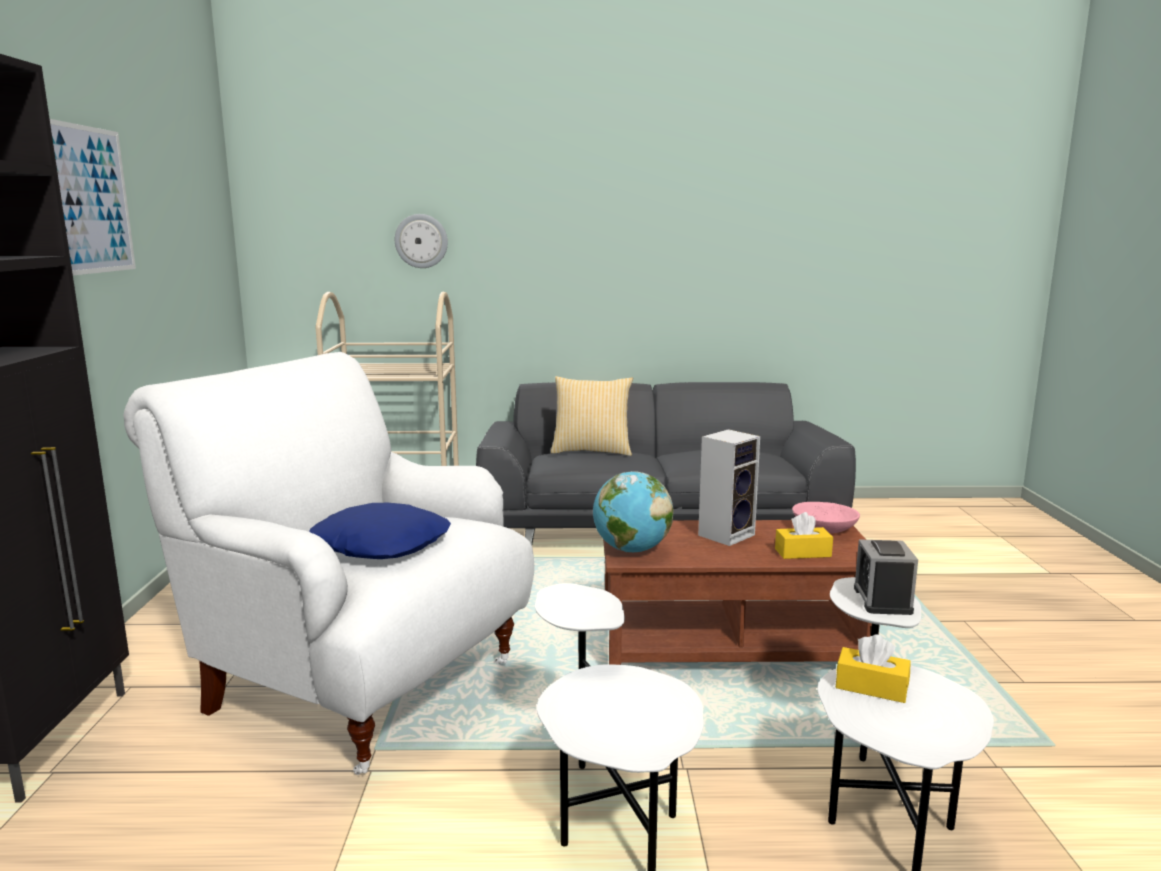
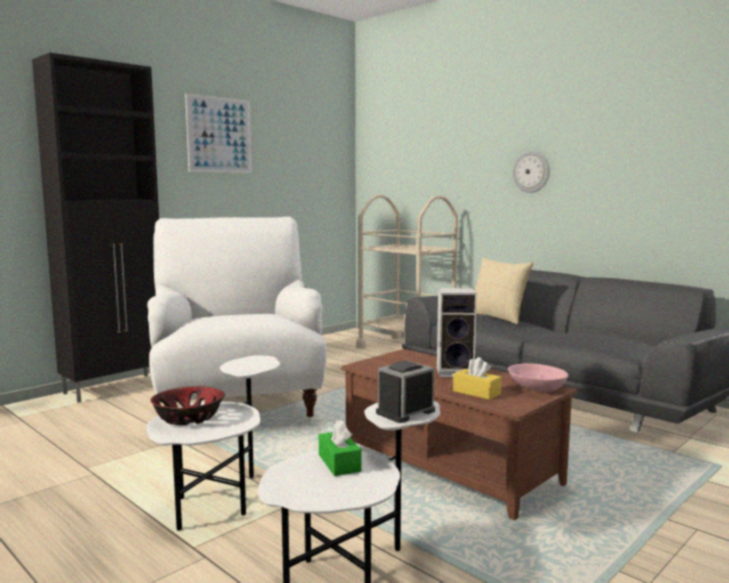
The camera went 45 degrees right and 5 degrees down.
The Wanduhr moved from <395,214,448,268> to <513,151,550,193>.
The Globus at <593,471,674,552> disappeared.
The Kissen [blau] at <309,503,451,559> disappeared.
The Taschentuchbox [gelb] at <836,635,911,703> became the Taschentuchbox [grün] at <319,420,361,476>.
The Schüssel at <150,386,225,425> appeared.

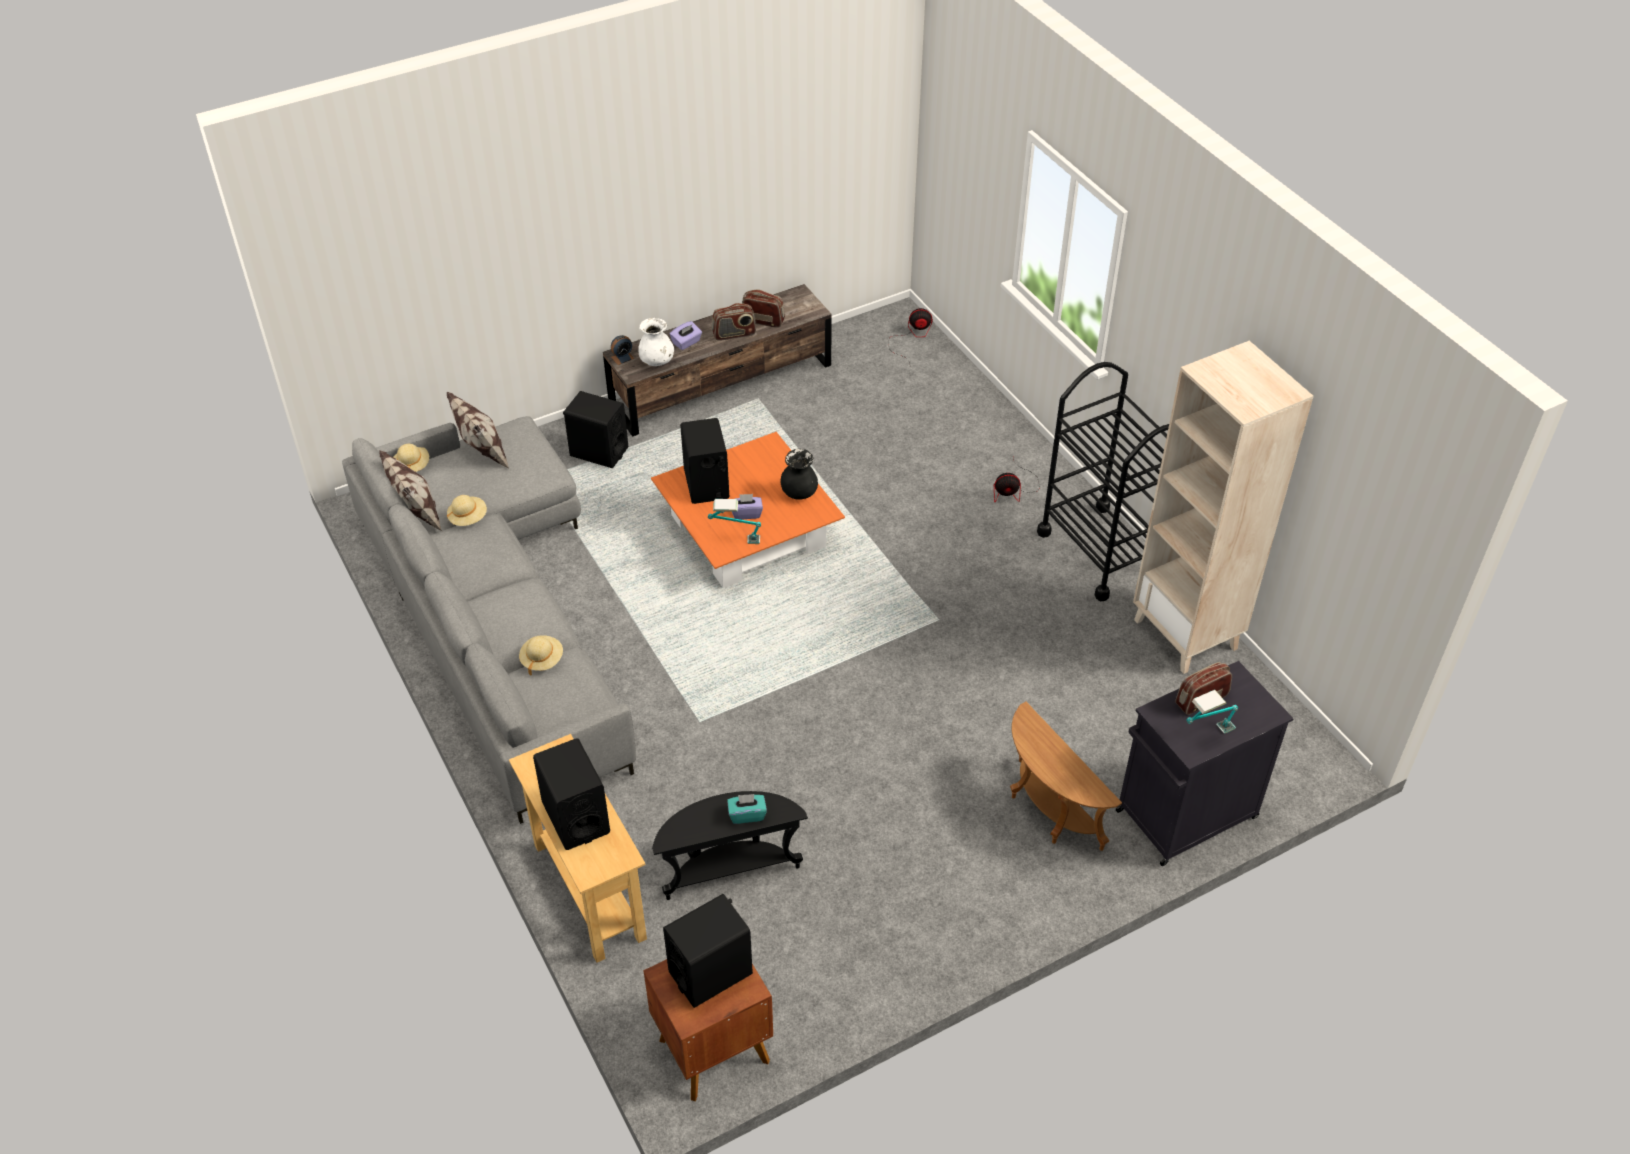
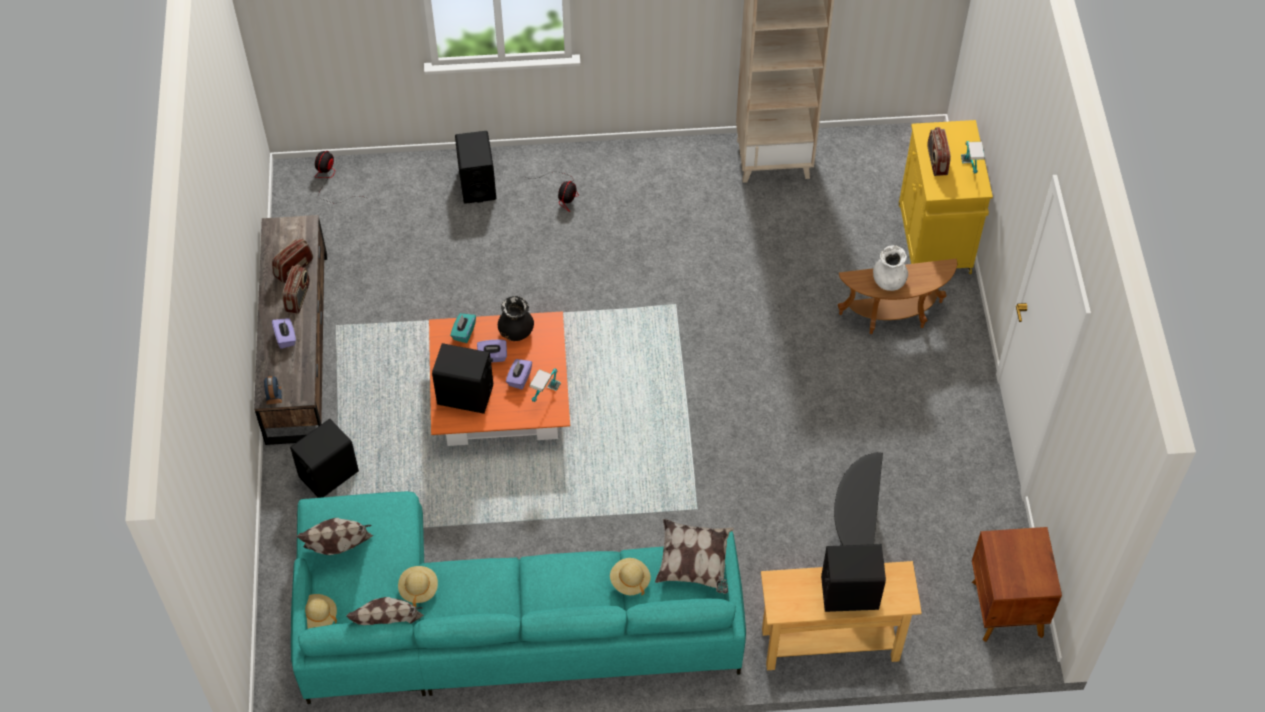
The camera went 65 degrees left and 10 degrees up.
The Vase [weiß] moved from <639,318,674,366> to <873,245,908,291>.
The Rollwagen [schwarz] at <1037,362,1169,602> disappeared.
The Sofa [grau] at <342,416,636,824> became the Sofa [türkis] at <291,491,746,704>.
The Schrank [schwarz] at <1116,661,1294,866> became the Schrank [gelb] at <899,120,993,274>.
The Taschentuchbox [türkis] moved from <727,794,767,824> to <450,313,476,343>.
The Lautsprecher [schwarz] moved from <663,894,753,1008> to <455,131,496,204>.
The Taschentuchbox [lila] at <477,340,507,363> appeared.
The Kissen at <655,519,734,594> appeared.

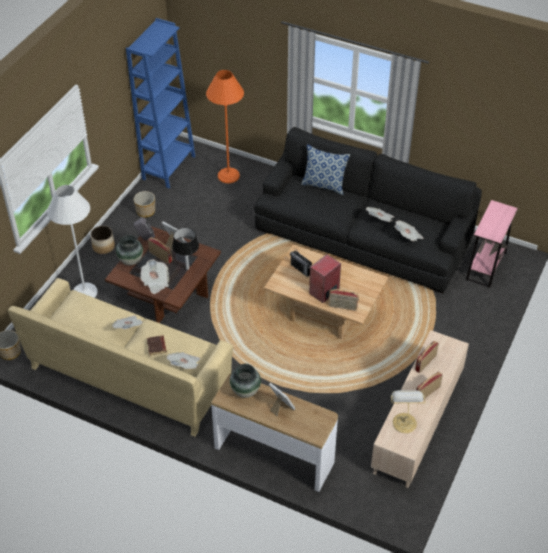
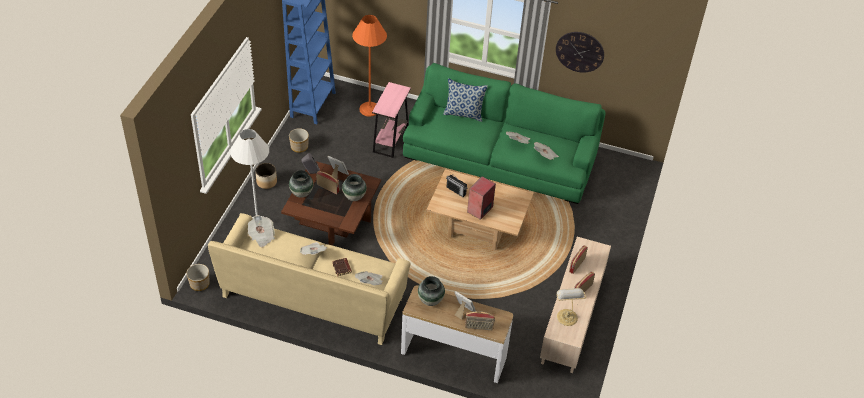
The camera went 10 degrees left and 0 degrees up.
The Sofa [schwarz] at <254,127,482,293> became the Sofa [grün] at <403,63,605,204>.
The Beistelltisch [rosa] moved from <466,200,518,288> to <372,82,411,158>.
The Tischlampe [schwarz] at <172,228,199,270> was replaced by the Vase at <342,174,367,201>.
The Zeitung moved from <140,259,169,294> to <248,215,275,247>.
The Radio moved from <328,289,359,311> to <465,311,495,330>.
The Wanduhr at <556,32,604,73> appeared.

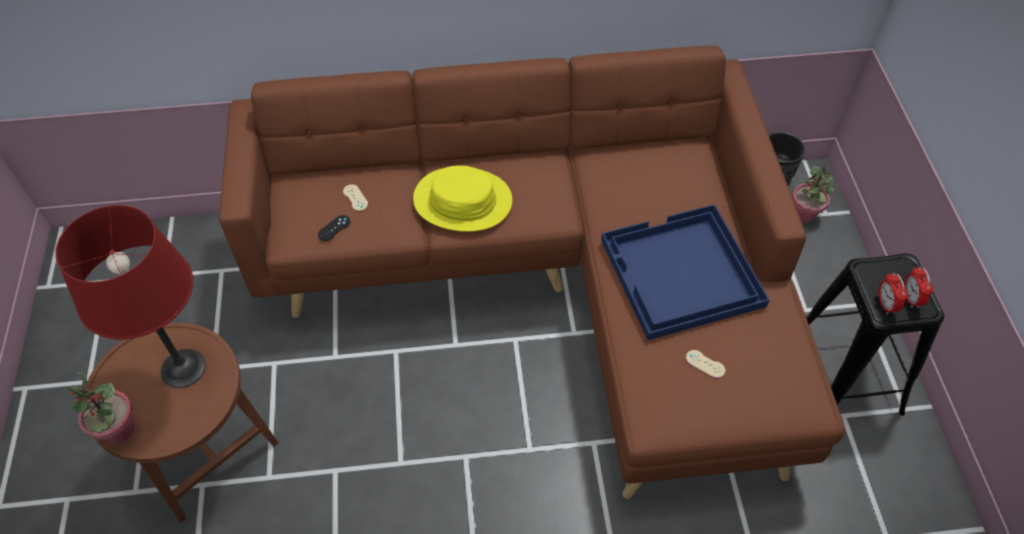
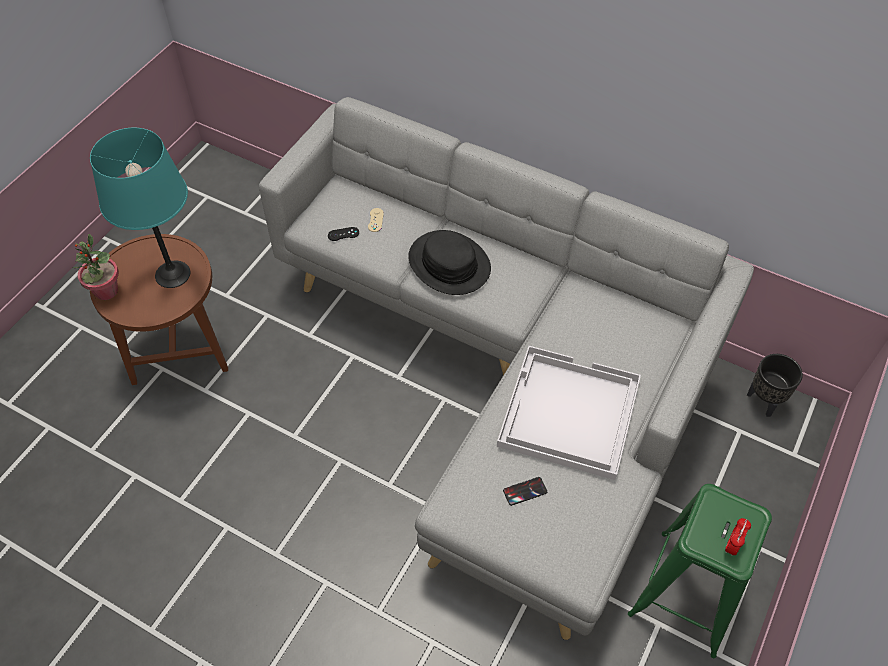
The camera went 35 degrees right and 0 degrees up.
The Sofa [braun] at <219,46,845,499> became the Sofa [grau] at <259,97,754,640>.
The Hut [gelb] at <413,165,512,232> became the Hut [schwarz] at <408,230,491,295>.
The Topfpflanze at <792,166,834,223> disappeared.
The Tablett [blau] at <601,204,770,340> became the Tablett [weiß] at <497,346,641,480>.
The Tischlampe [rot] at <55,205,206,388> became the Tischlampe [türkis] at <90,128,190,288>.
The Hocker [schwarz] at <806,253,944,416> became the Hocker [grün] at <628,484,772,658>.
The Wecker at <878,273,908,314> disappeared.
The Gamepad [beige] at <686,350,725,378> was replaced by the Handy at <503,477,547,506>.

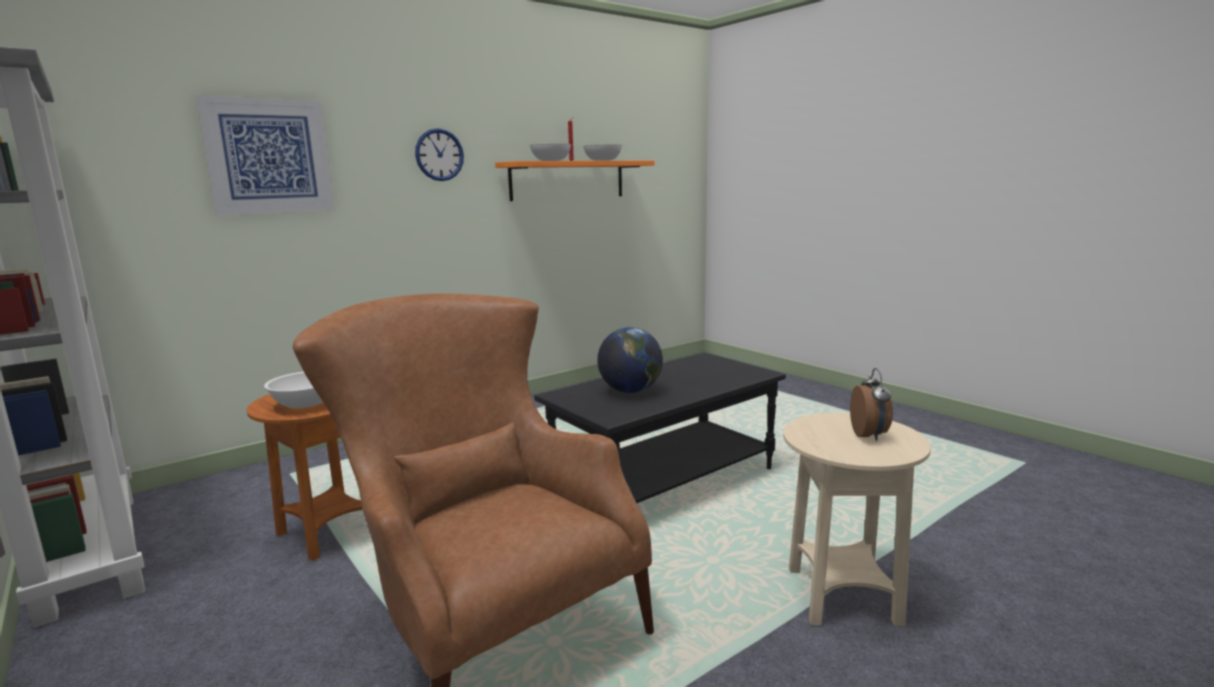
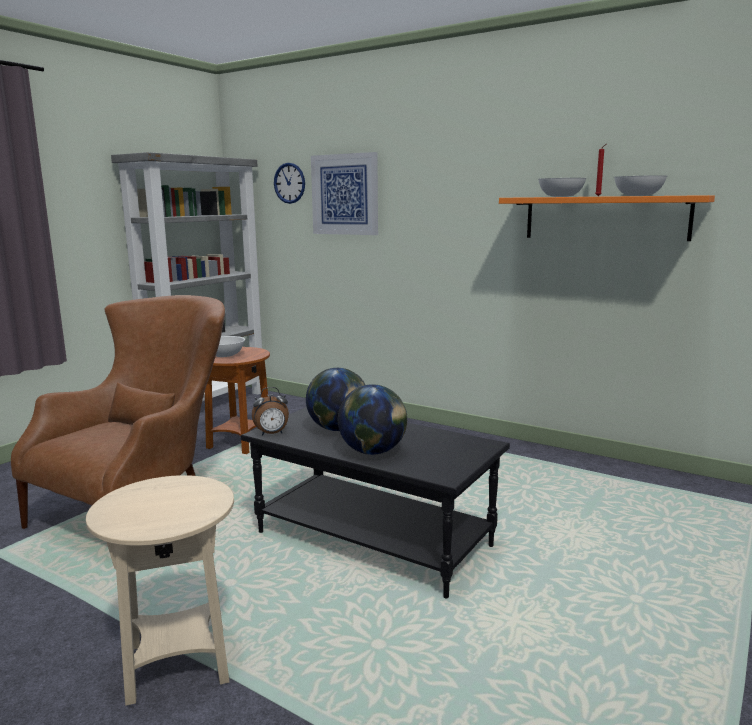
The camera went 70 degrees right and 0 degrees up.
The Wanduhr moved from <415,128,464,181> to <274,163,305,204>.
The Wecker moved from <850,368,893,441> to <252,387,289,436>.
The Globus at <338,384,407,455> appeared.

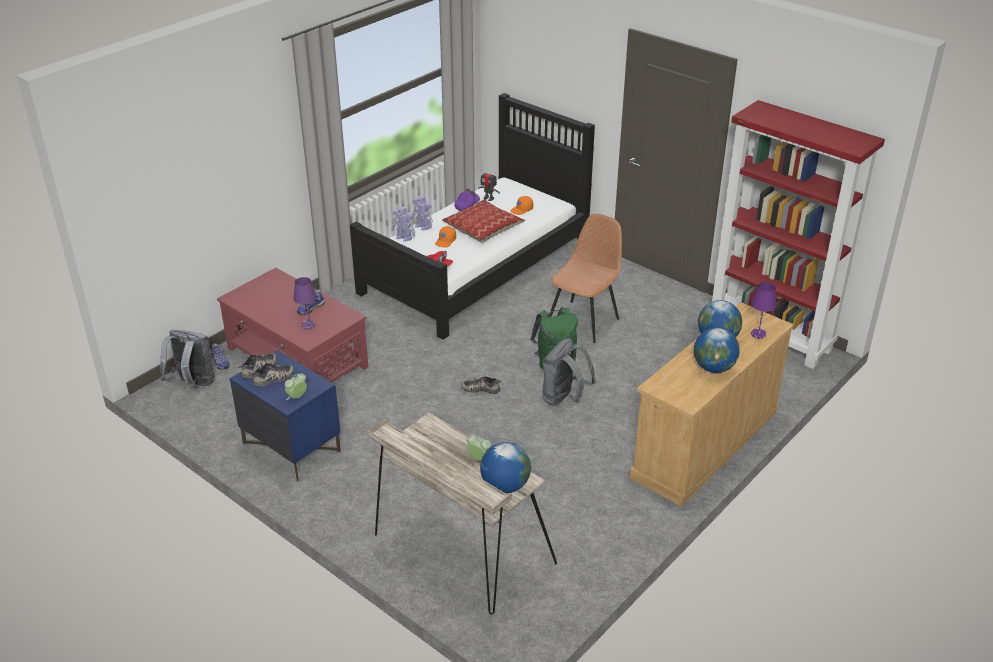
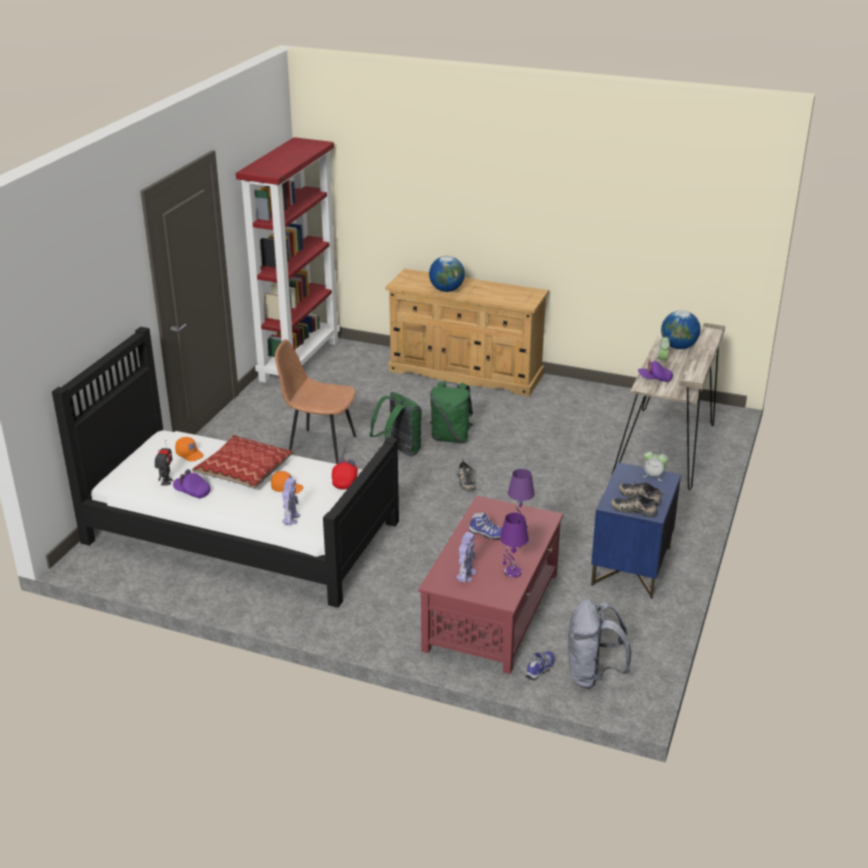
The camera went 110 degrees left and 5 degrees down.
The Spielzeugroboter moved from <412,195,433,231> to <456,532,476,582>.
The Tischlampe [lila] moved from <751,282,776,339> to <500,513,528,578>.
The Globus at <694,328,740,373> disappeared.
The Rucksack [grau] at <542,338,596,406> became the Rucksack [grün] at <430,382,474,443>.
The Kappe [lila] at <638,359,673,382> appeared.

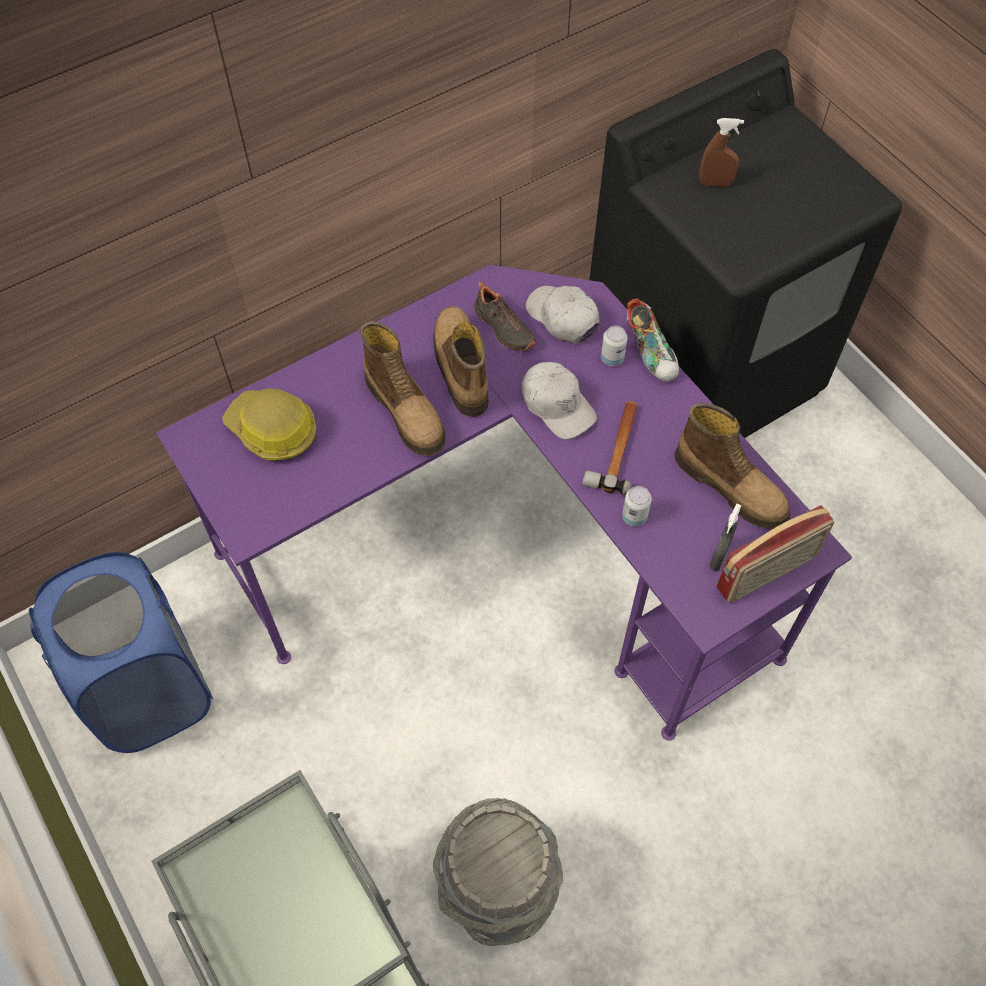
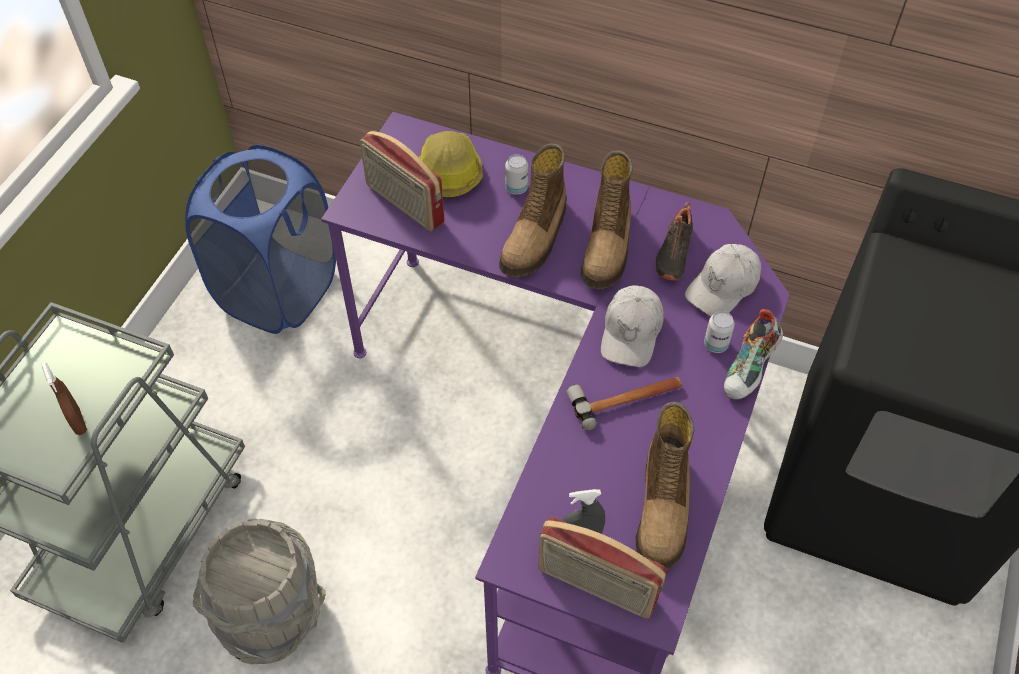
The camera went 55 degrees right and 5 degrees down.
The Sprühflasche [braun] moved from <699,118,744,187> to <42,362,87,435>.
The Kappe [weiß] at <526,286,599,344> turned 150 degrees counterclockwise.
The Stiefel at <433,306,489,417> turned 150 degrees clockwise.
The Dose moved from <622,486,652,527> to <505,154,528,195>.
The Radio at <360,130,445,232> appeared.

